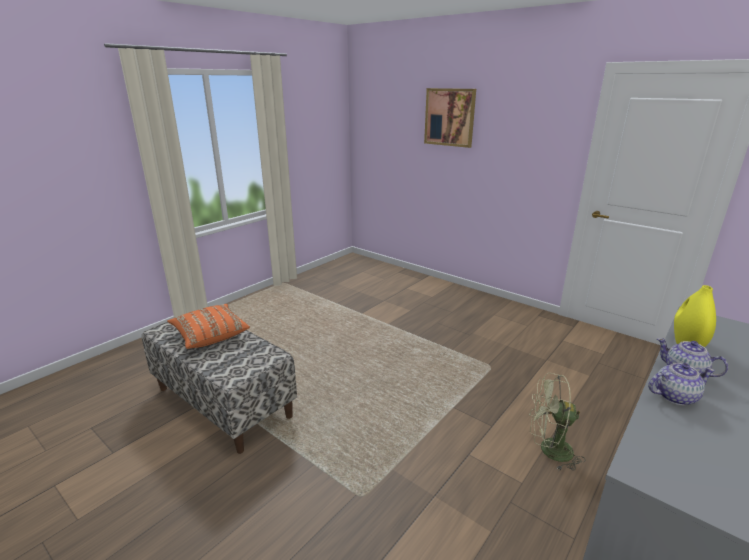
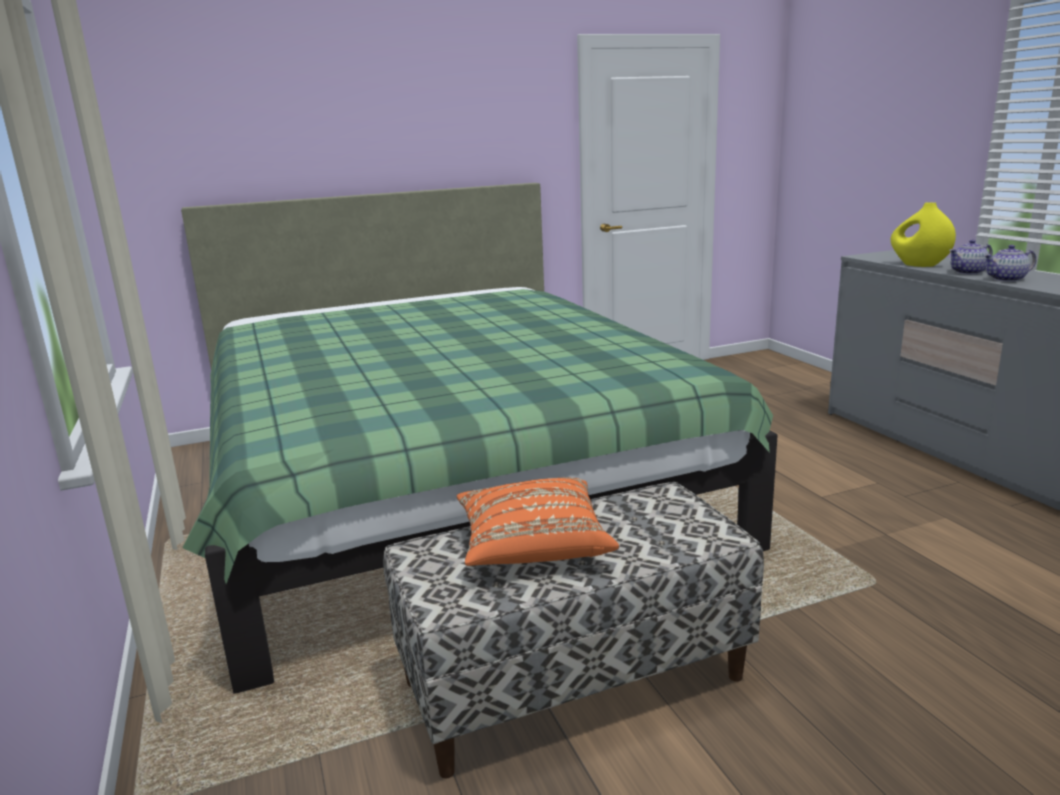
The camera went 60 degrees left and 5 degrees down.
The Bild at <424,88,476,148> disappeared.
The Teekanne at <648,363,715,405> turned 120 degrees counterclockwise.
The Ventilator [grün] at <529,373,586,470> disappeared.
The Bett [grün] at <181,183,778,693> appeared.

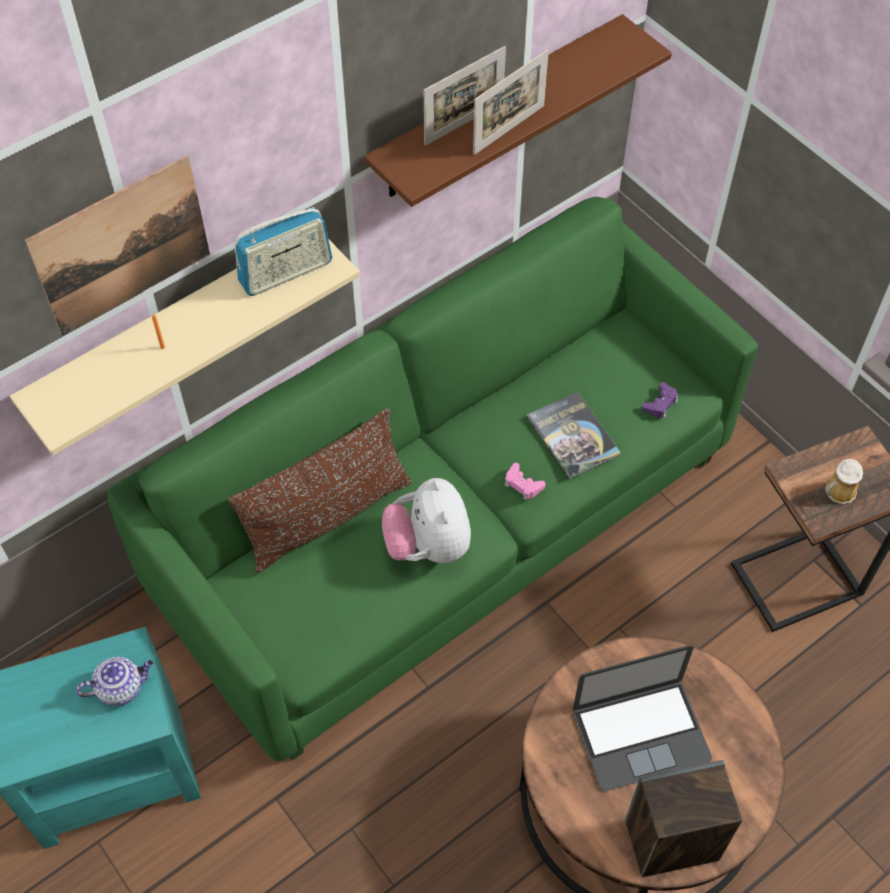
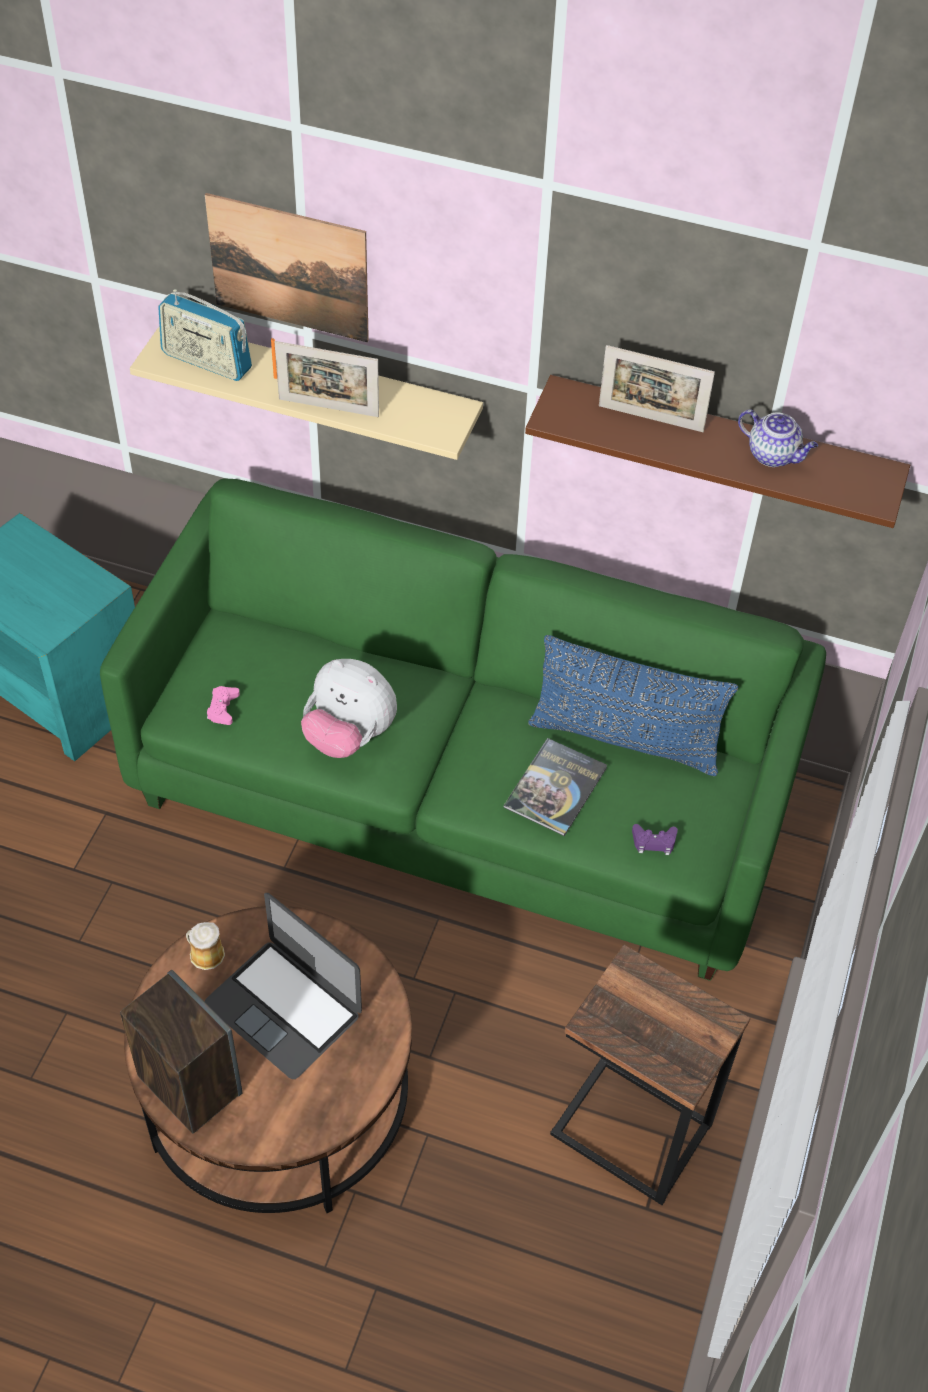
The camera went 55 degrees right and 5 degrees down.
The Bilderrahmen moved from <473,49,549,155> to <275,341,379,417>.
The Radio moved from <234,207,332,296> to <158,289,252,381>.
The Kissen [braun] at <228,408,412,573> disappeared.
The Henkelbecher moved from <825,459,863,504> to <186,922,225,970>.
The Gamepad [rosa] moved from <505,463,545,500> to <207,686,240,725>.
The Plüschtier at <382,478,471,563> turned 105 degrees counterclockwise.
The Teekanne moved from <76,657,153,706> to <738,409,818,467>.
The Kissen [blau] at <528,635,738,776> appeared.

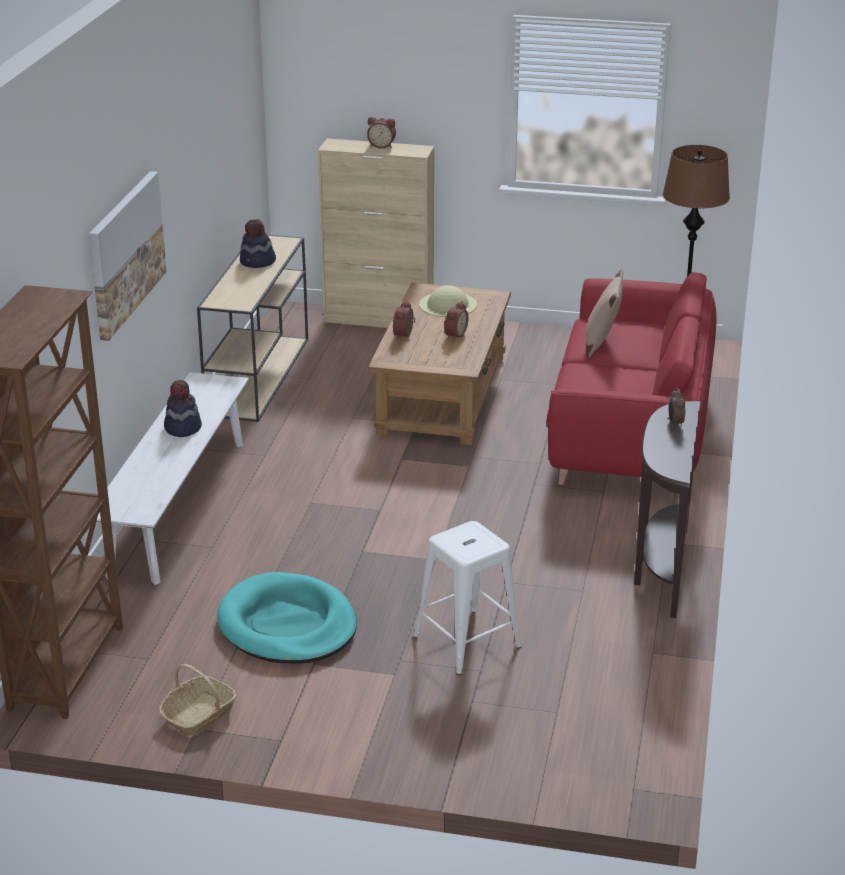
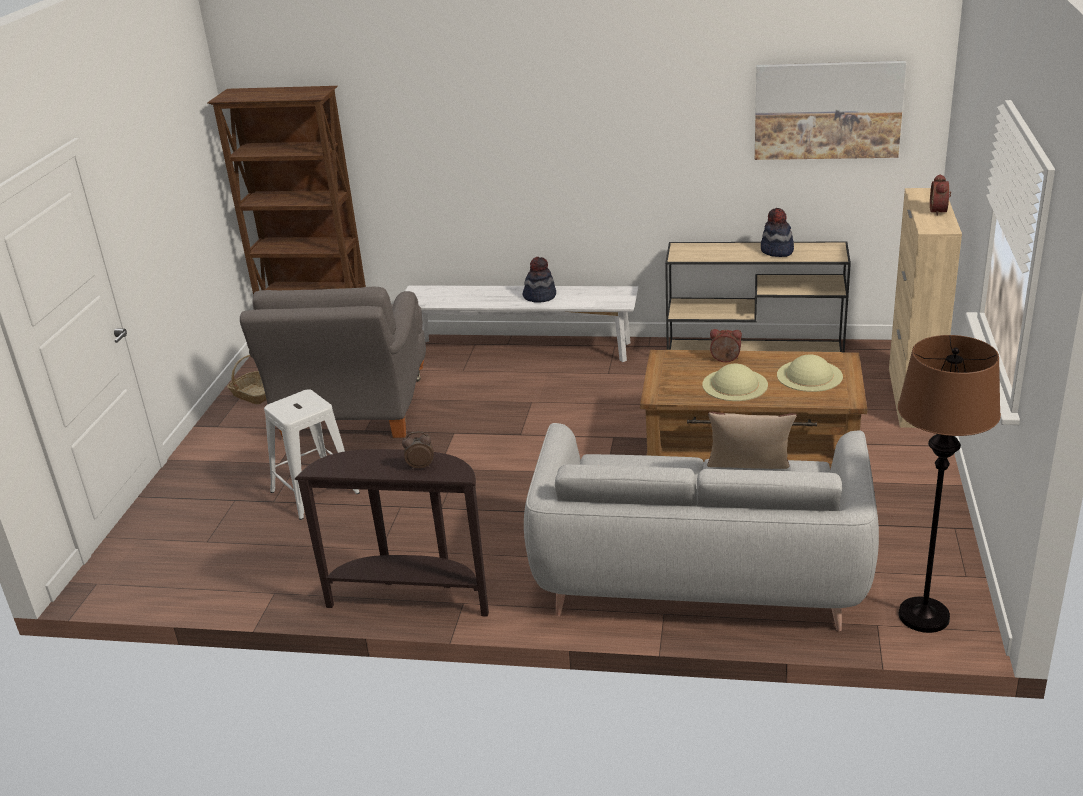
The camera went 90 degrees right and 0 degrees up.
The Bild moved from <89,171,167,341> to <755,61,906,160>.
The Sofa [rot] at <547,272,717,485> became the Sofa [grau] at <524,423,879,631>.
The Wecker at <444,301,469,340> was replaced by the Hut [beige] at <702,364,768,401>.
The Hundebett [türkis] at <217,572,357,664> was replaced by the Sessel [grau] at <240,287,426,438>.

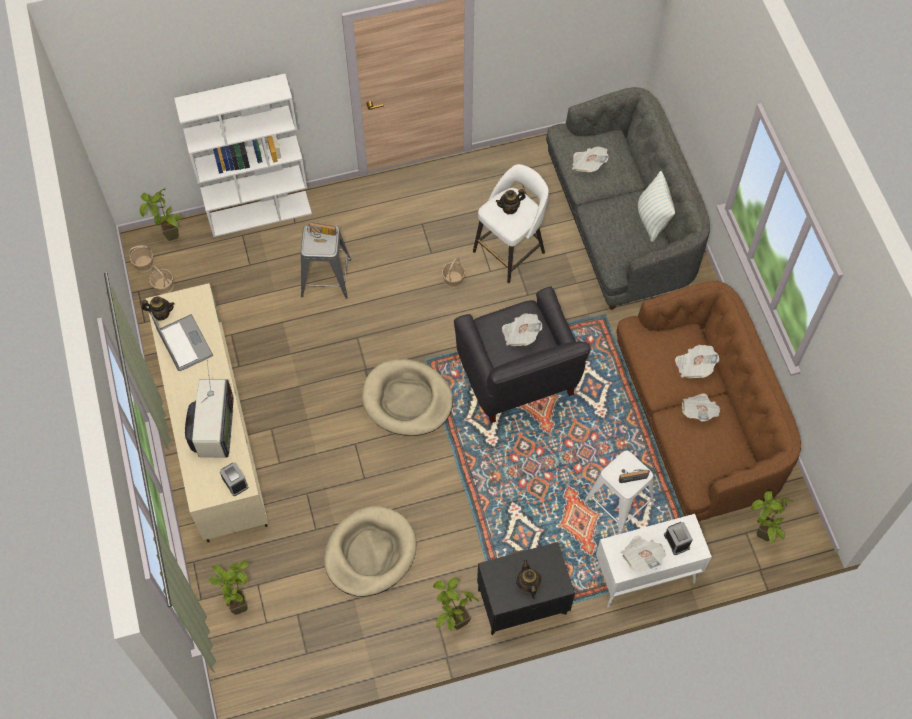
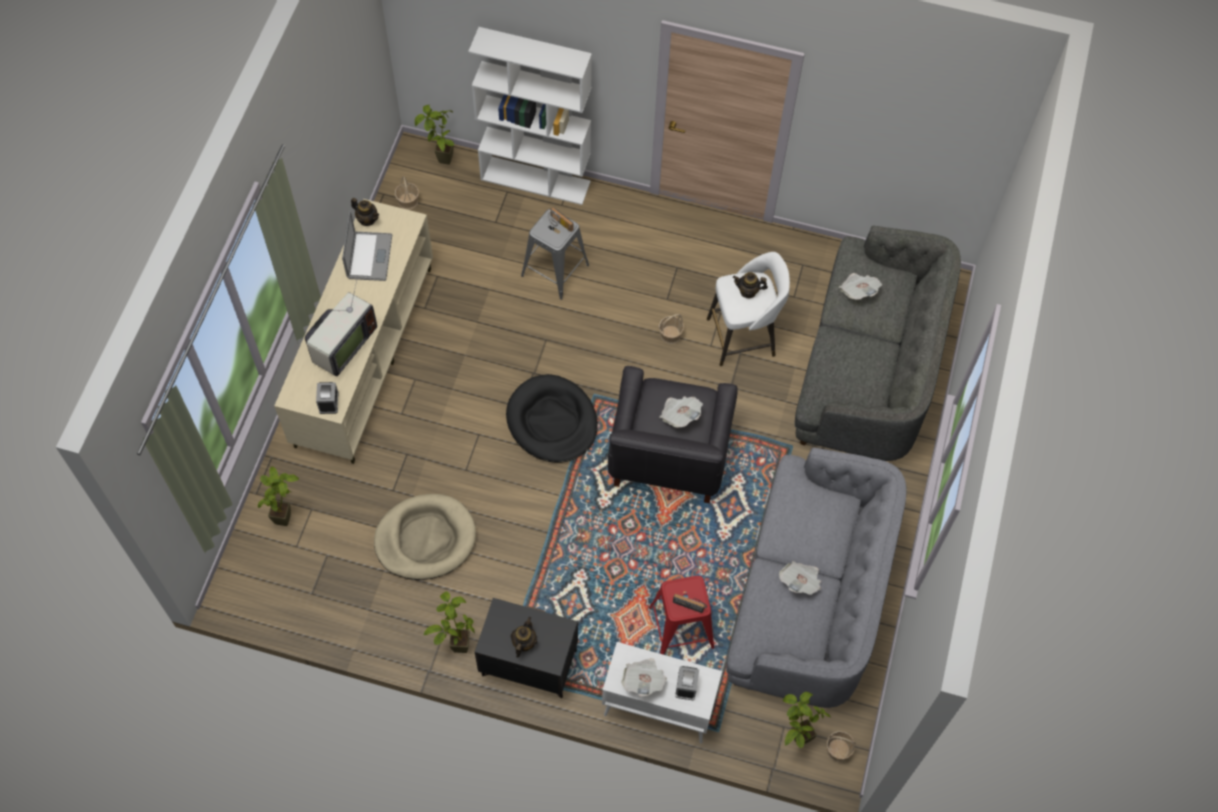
The camera went 30 degrees right and 0 degrees up.
The Kissen at <638,171,675,242> disappeared.
The Korb moved from <128,245,154,273> to <826,731,856,762>.
The Sofa [braun] at <616,281,801,521> became the Sofa [grau] at <726,448,907,708>.
The Zeitung at <675,345,719,378> disappeared.
The Hundebett [beige] at <362,359,453,436> became the Hundebett [schwarz] at <506,374,598,463>.
The Hocker [weiß] at <584,450,654,534> became the Hocker [rot] at <649,576,714,655>.

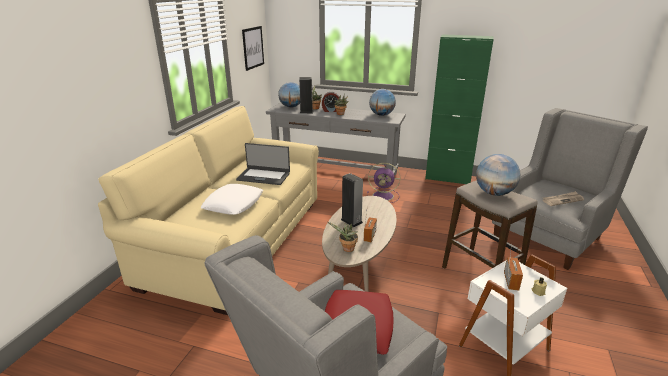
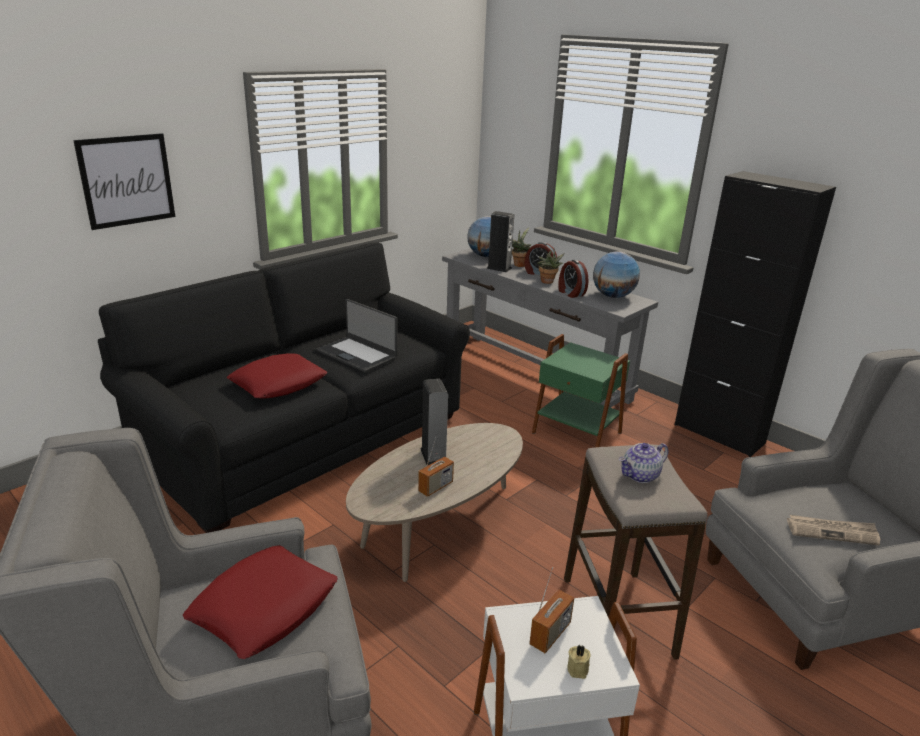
The camera went 25 degrees right and 0 degrees up.
The Bild moved from <242,26,264,71> to <73,133,175,230>.
The Schrank [grün] at <425,34,494,184> became the Schrank [schwarz] at <675,171,836,457>.
The Sofa [beige] at <98,106,319,315> became the Sofa [schwarz] at <98,243,470,533>.
The Globus at <476,154,521,196> was replaced by the Teekanne at <619,443,668,483>.
The Ventilator [lila] at <367,163,400,203> was replaced by the Beistelltisch [grün] at <532,334,630,447>.
The Kissen [weiß] at <200,184,263,215> became the Kissen [rot] at <227,353,327,398>.
The Topfpflanze at <328,222,358,252> disappeared.
The Wecker at <558,260,589,298> appeared.

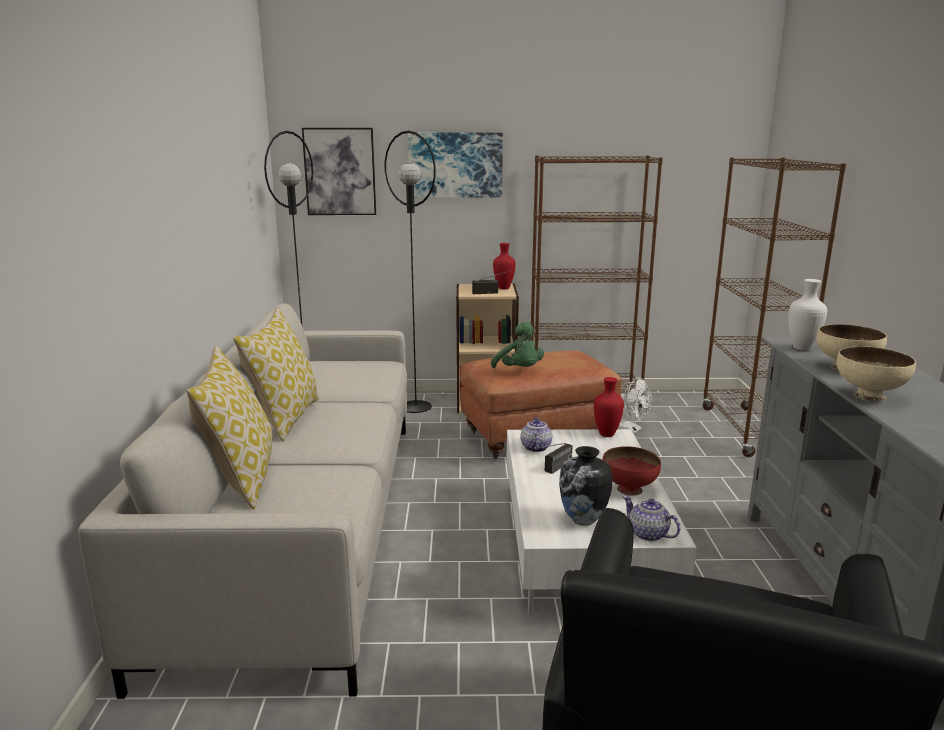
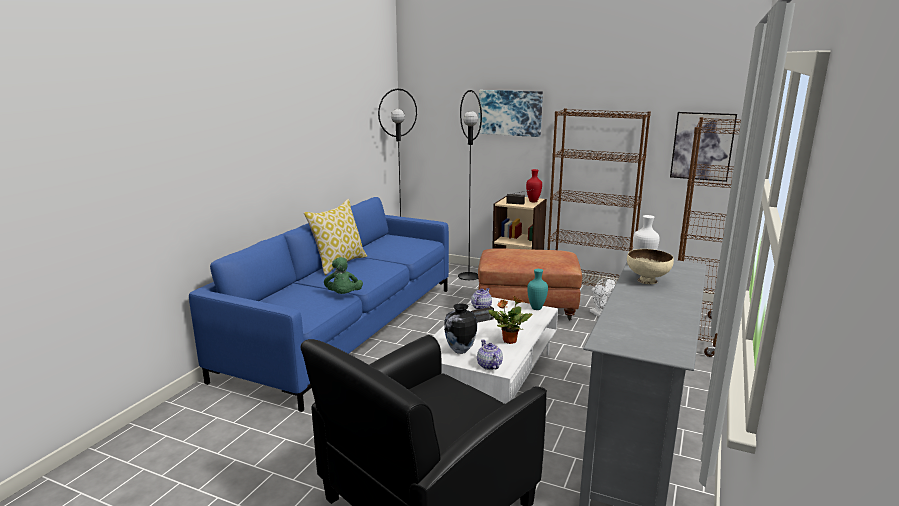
The camera went 25 degrees right and 0 degrees up.
The Bild moved from <302,128,376,215> to <670,112,737,182>.
The Sofa [grau] at <78,303,407,699> became the Sofa [blau] at <189,197,449,412>.
The Plüschtier [grün] moved from <491,322,544,368> to <324,257,363,294>.
The Kissen at <187,346,273,509> disappeared.
The Schüssel [beige] at <837,346,916,402> disappeared.
The Vase [rot] at <594,377,624,437> became the Vase [türkis] at <527,269,548,310>.
The Schüssel [rot] at <602,446,661,496> was replaced by the Topfpflanze at <489,296,532,344>.

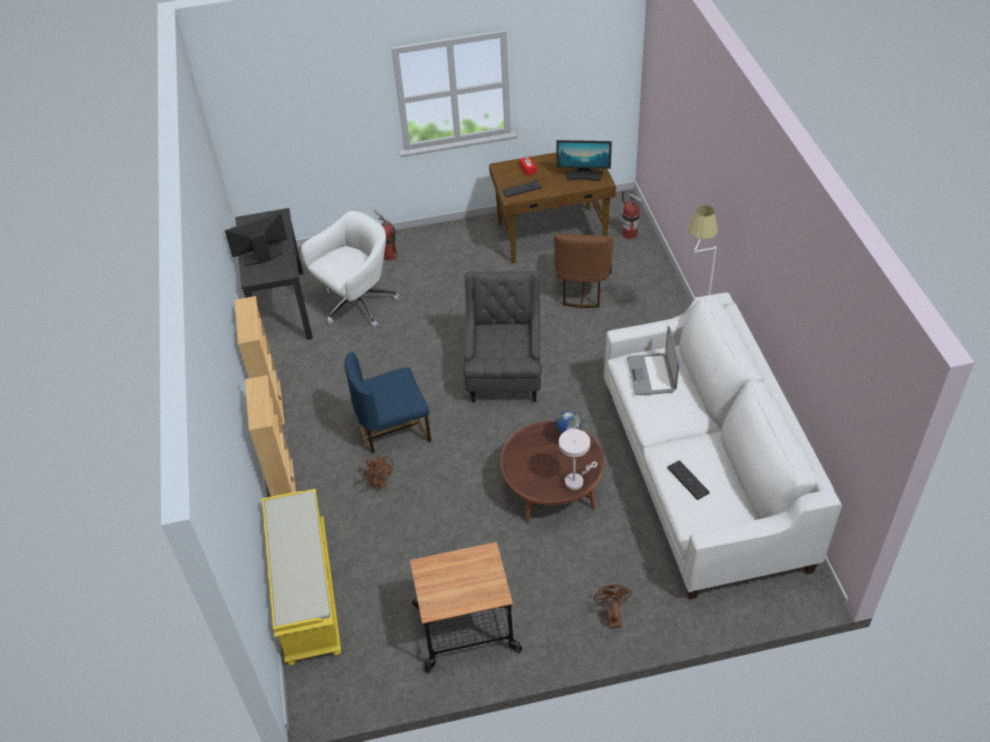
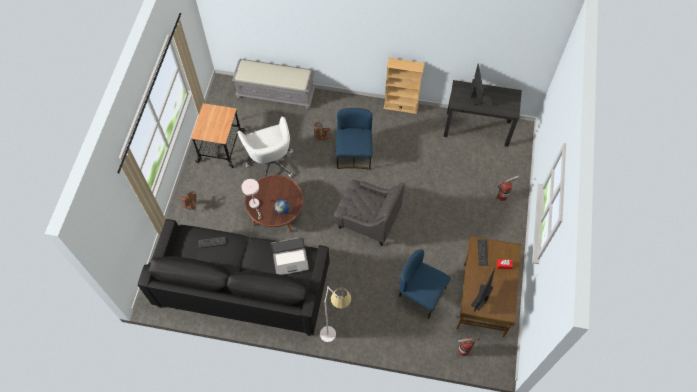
The camera went 110 degrees right and 15 degrees up.
The Bürostuhl [weiß] moved from <301,211,400,328> to <237,117,293,177>.
The Stuhl [braun] at <554,234,614,308> became the Stuhl [blau] at <399,249,451,319>.
The Sofa [weiß] at <604,292,842,599> became the Sofa [schwarz] at <138,219,330,336>.
The Laptop at <627,326,680,395> turned 150 degrees clockwise.
The Bücherregal [beige] at <245,375,296,497> disappeared.
The Bank [gelb] at <262,489,341,666> became the Bank [grau] at <232,59,315,109>.

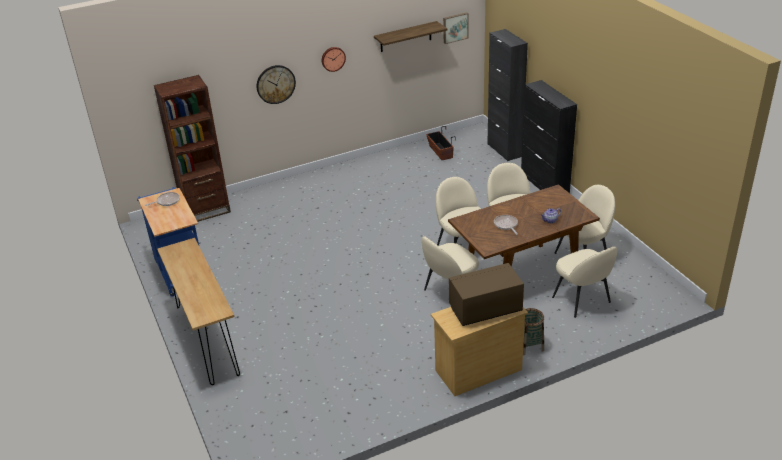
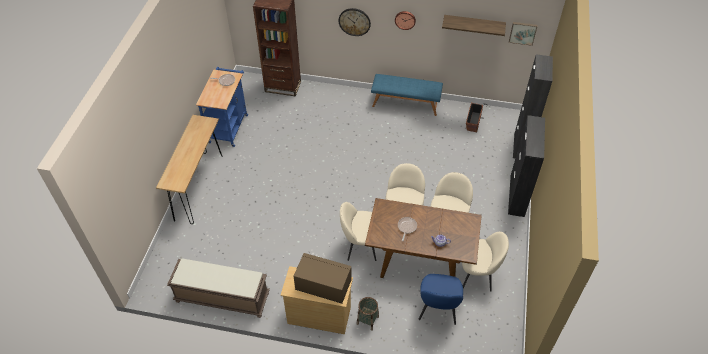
The camera went 35 degrees right and 15 degrees up.
The Stuhl [beige] at <552,246,617,318> became the Stuhl [blau] at <418,274,463,325>.
The Bank [blau] at <371,74,443,116> appeared.
The Bank [braun] at <167,259,270,318> appeared.

